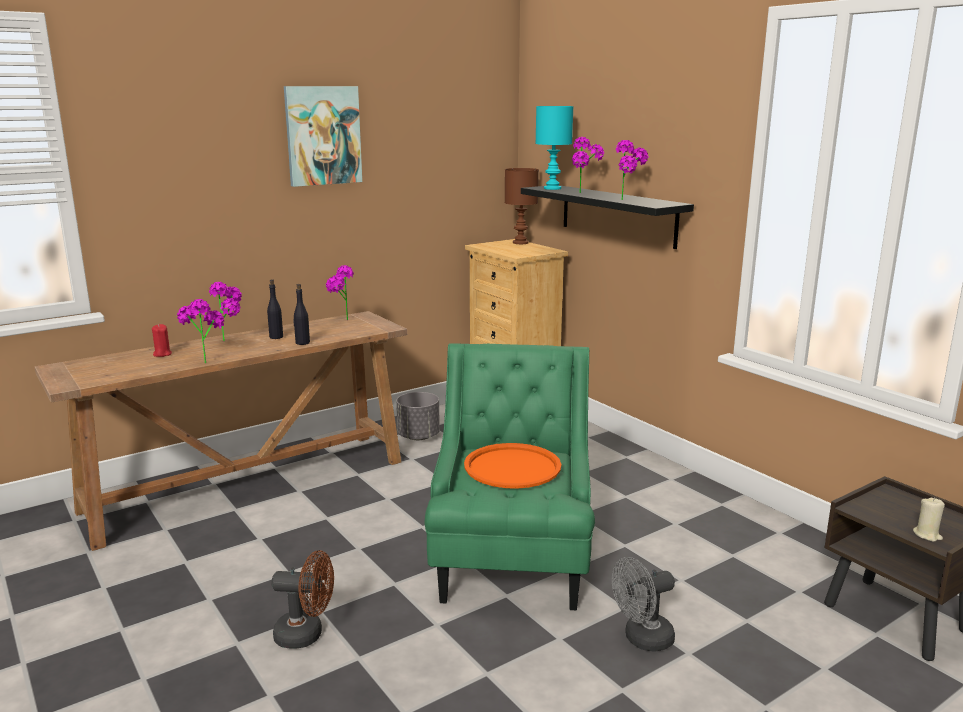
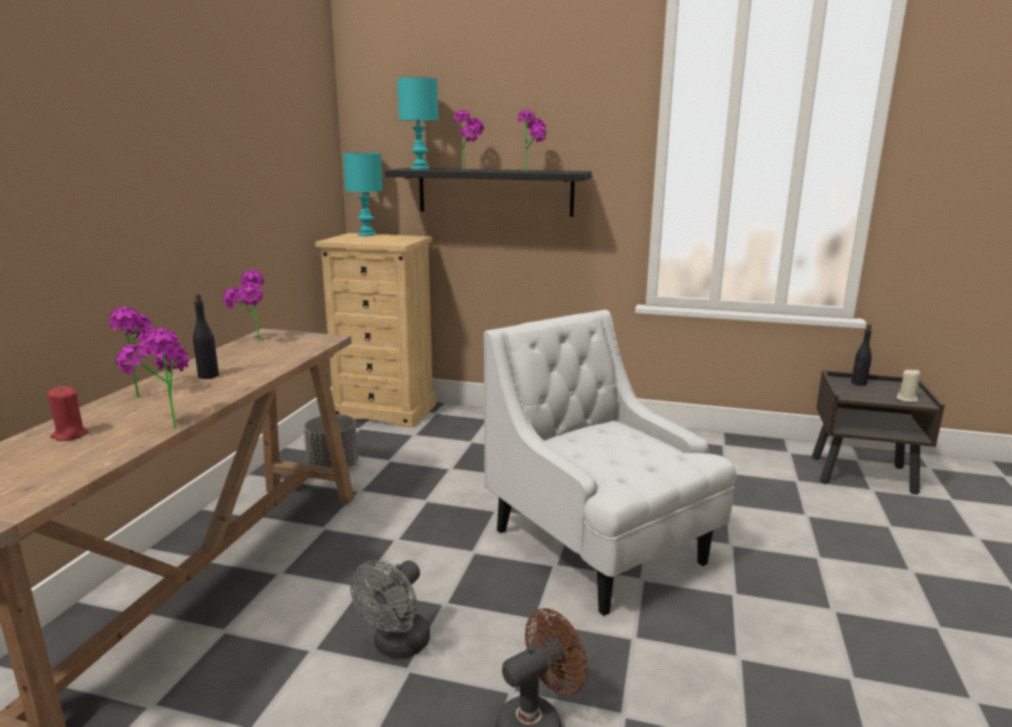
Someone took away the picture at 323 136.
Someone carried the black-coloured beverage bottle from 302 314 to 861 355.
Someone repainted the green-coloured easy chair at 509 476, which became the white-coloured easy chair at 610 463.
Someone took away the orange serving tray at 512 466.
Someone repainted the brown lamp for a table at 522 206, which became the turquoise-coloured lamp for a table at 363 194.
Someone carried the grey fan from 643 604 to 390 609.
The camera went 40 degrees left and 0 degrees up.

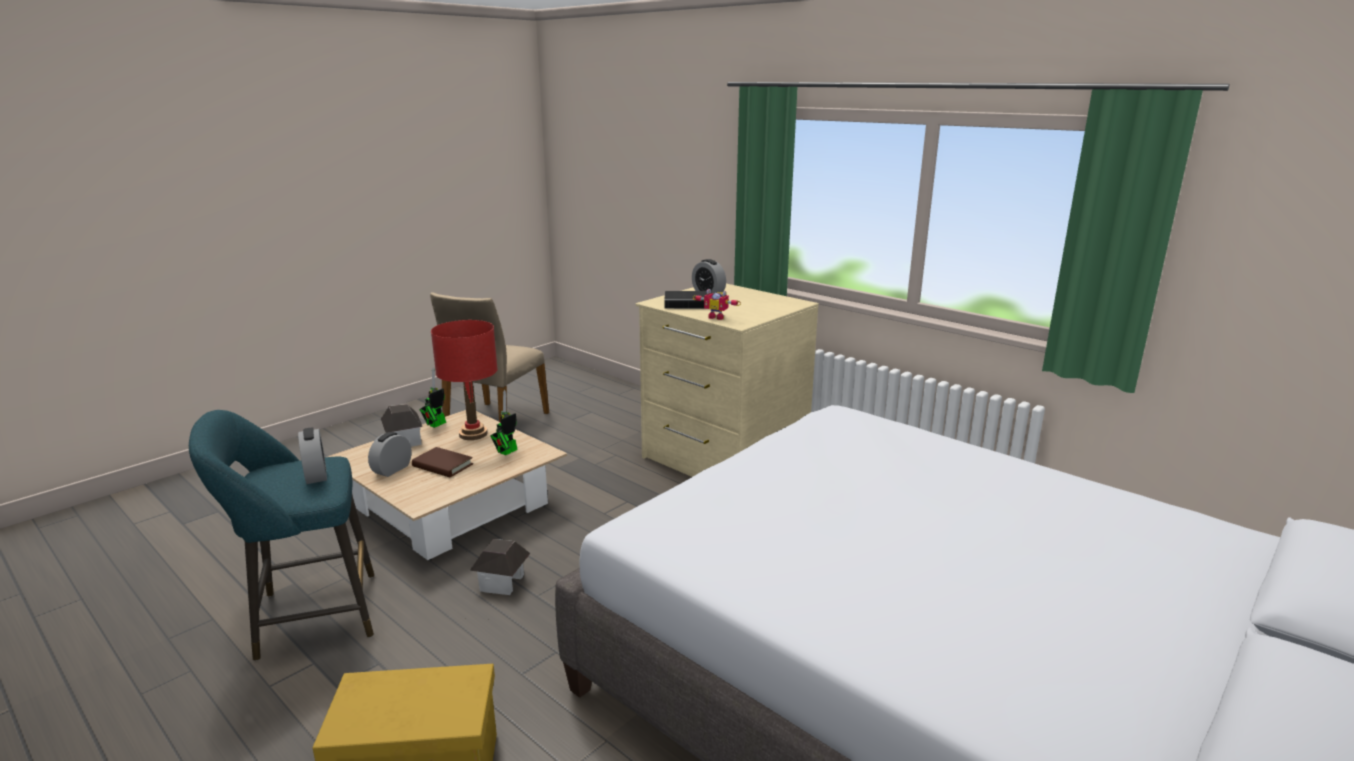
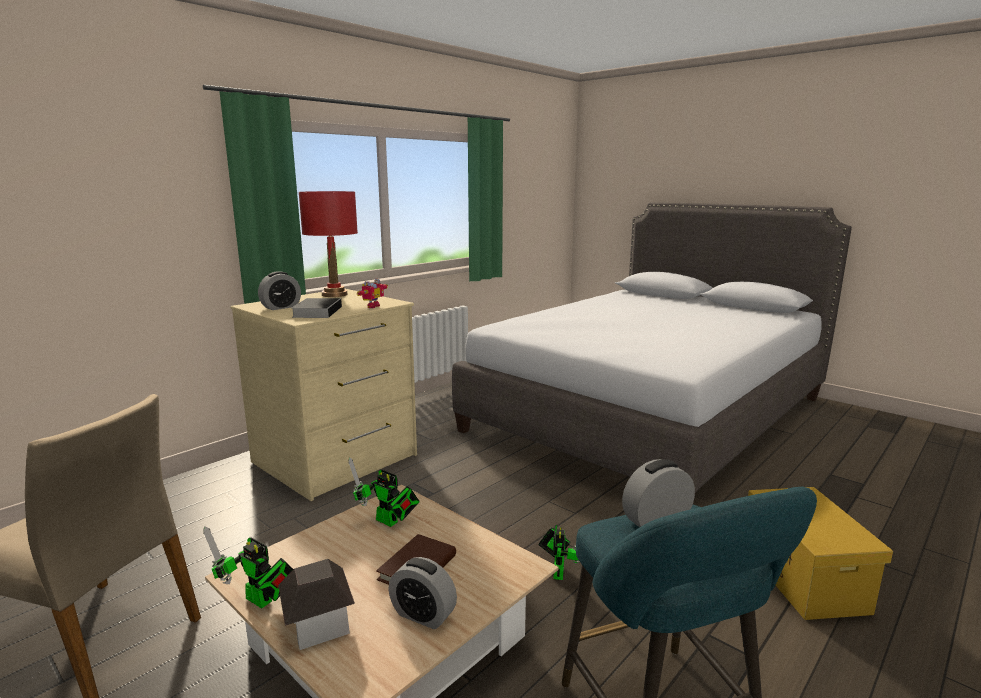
Someone carried the red lamp for a table from 464 380 to 328 244.
Someone swapped the model house at 500 567 for the robot figure at 559 552.
The camera went 90 degrees left and 5 degrees down.

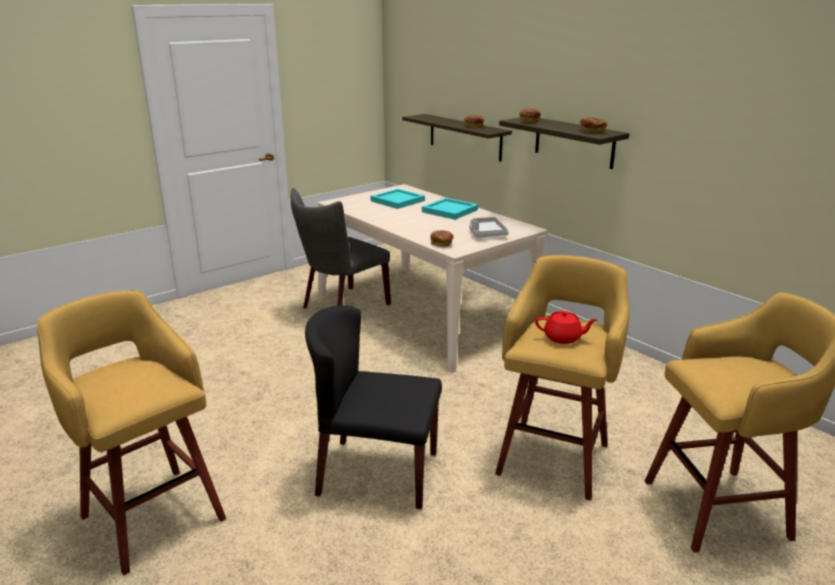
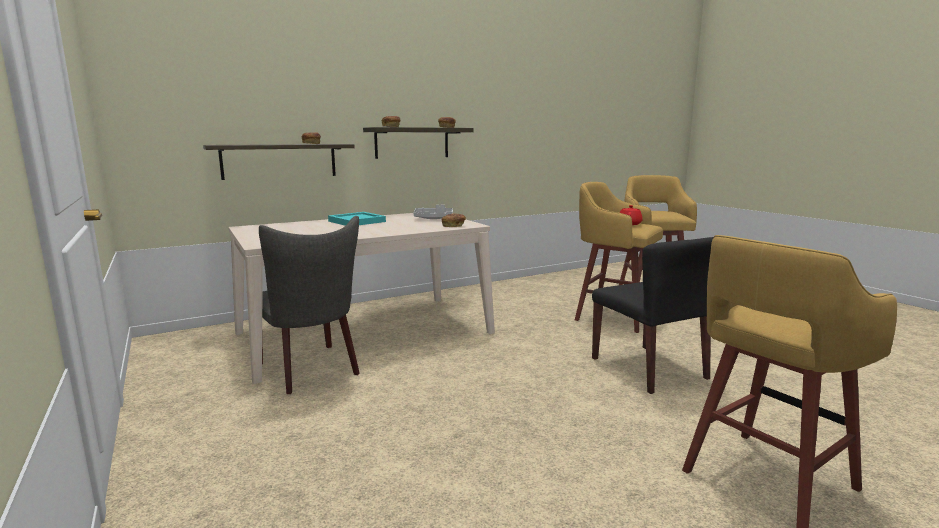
Someone rotated the black-coloured plain chair at 373 407 by 45 degrees counterclockwise.
Someone took away the turquoise-coloured serving tray at 398 199.
The camera went 80 degrees left and 10 degrees down.

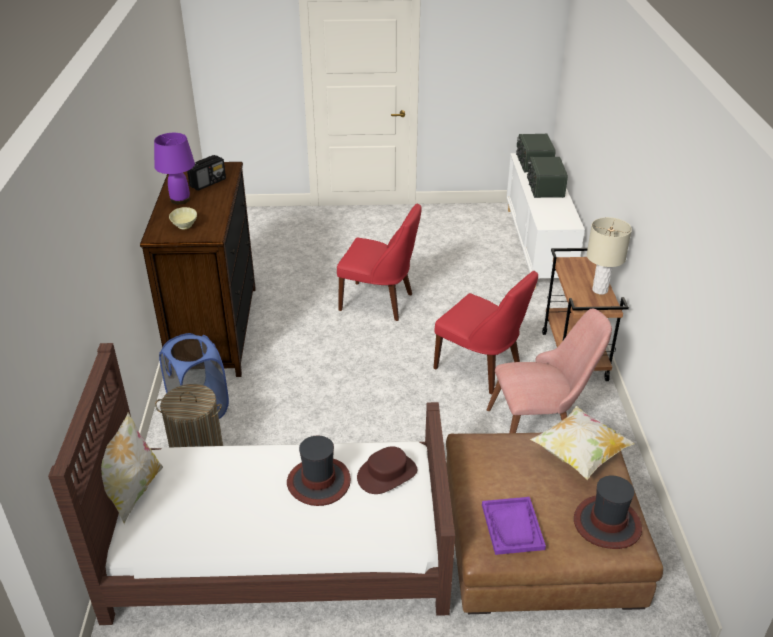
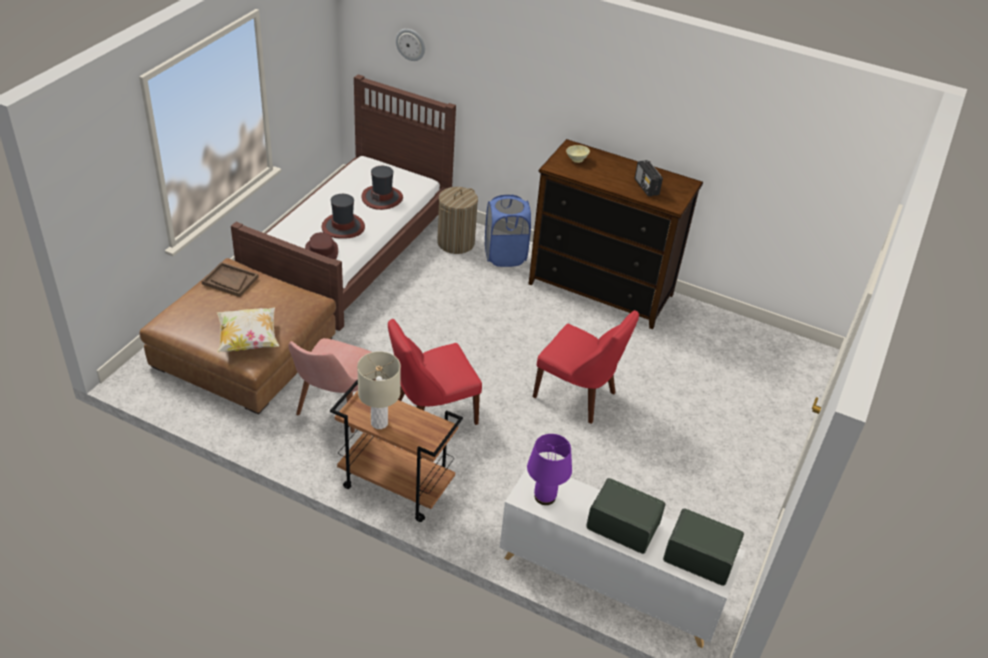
Someone took away the throw pillow at 132 468.
Someone carried the purple lamp for a table from 174 168 to 549 469.
Someone rotated the red plain chair at 379 262 by 105 degrees counterclockwise.
Someone repainted the purple serving tray at 514 526, which became the brown serving tray at 230 279.
Someone carried the wearable hat from 608 512 to 382 188.
Someone put up the wall clock at 410 45.
The camera went 115 degrees right and 5 degrees up.

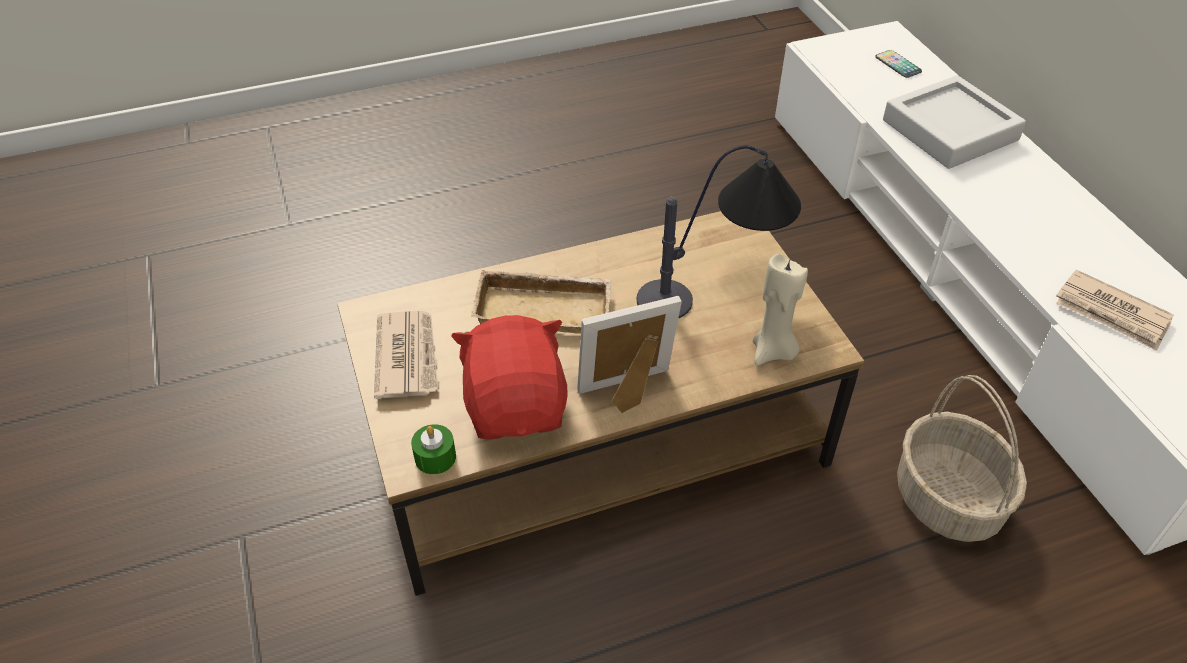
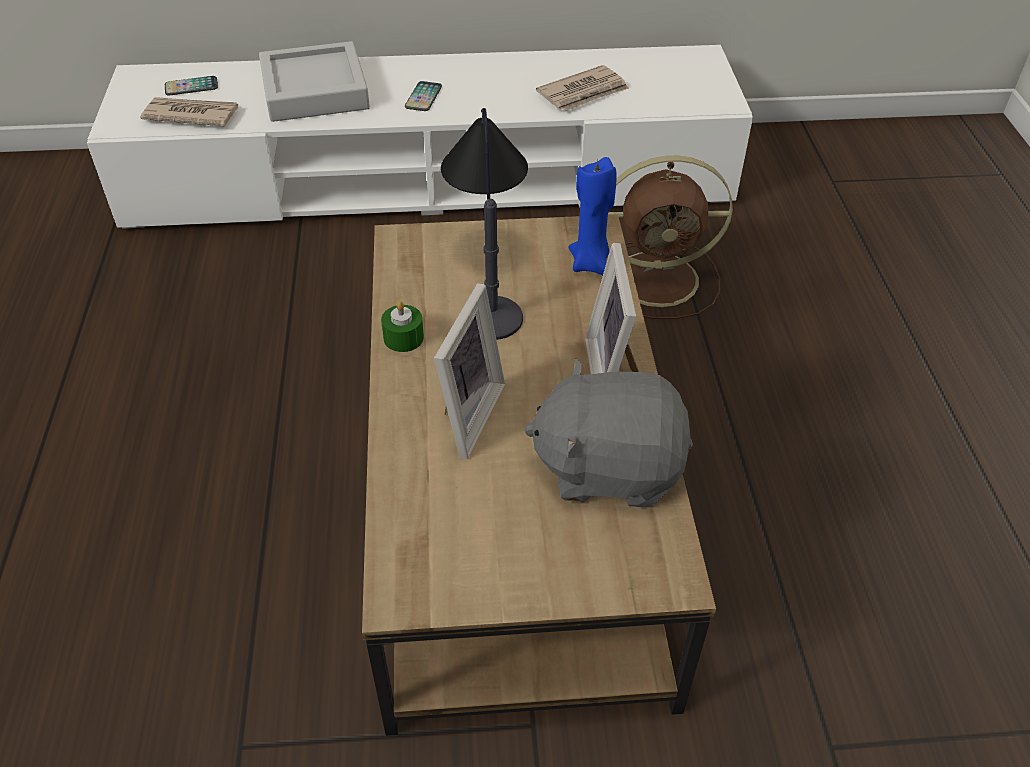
Someone carried the newspaper from 406 355 to 189 111.
Someone carried the green-coloured wax candle from 433 449 to 402 326.
Someone repainted the red soft toy at 509 377, which became the grey soft toy at 608 433.
Someone swapped the beige serving tray at 541 302 for the photo frame at 469 371.
Someone repainted the beige wax candle at 780 309, which became the bluish wax candle at 592 216.
Someone swapped the basket at 962 458 for the brown fan at 670 237.
Someone put down the telephone at 423 96.
The camera went 75 degrees left and 0 degrees up.

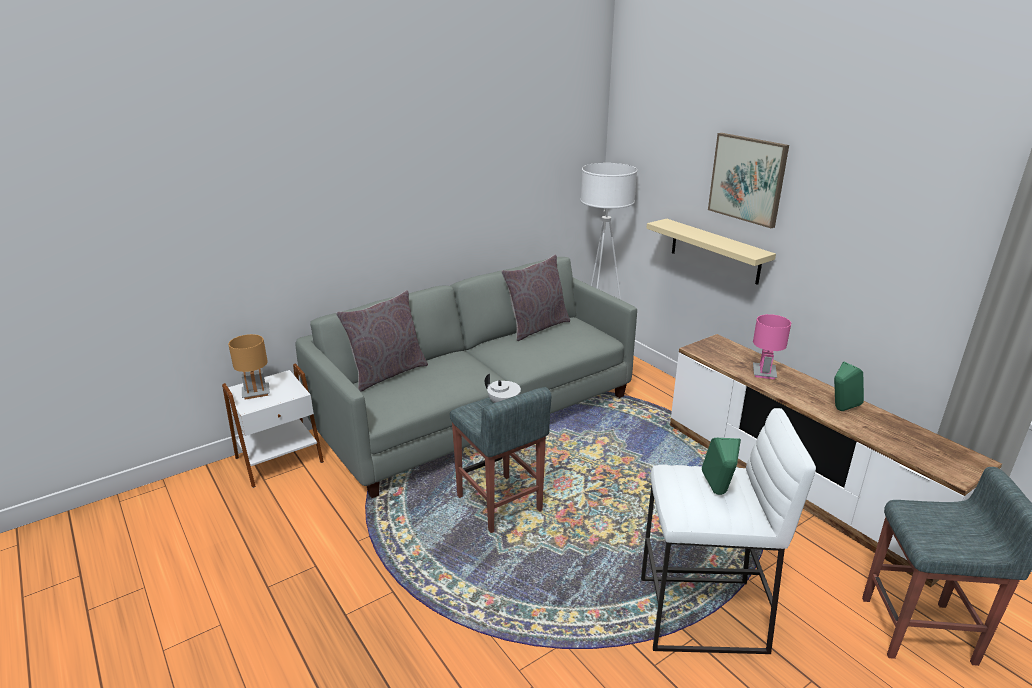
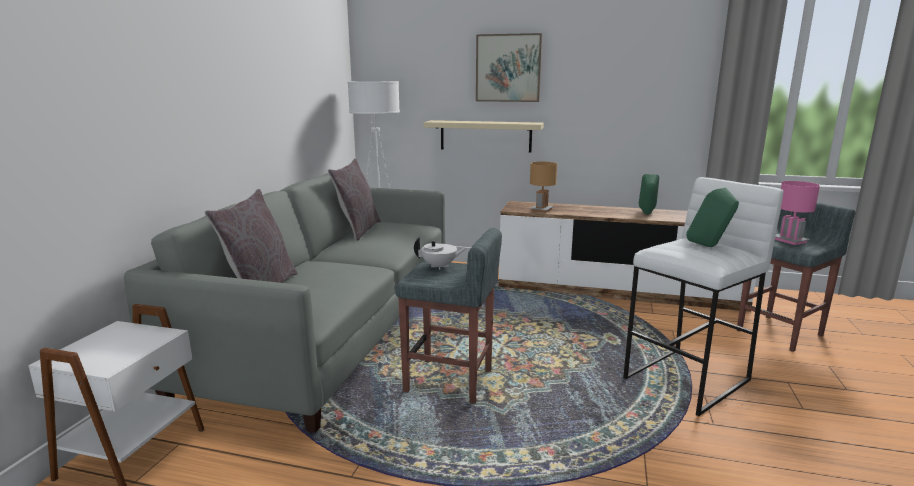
Someone carried the brown lamp for a table from 249 366 to 543 187.
Someone carried the pink-coloured lamp for a table from 772 346 to 797 213.
The camera went 40 degrees left and 10 degrees down.

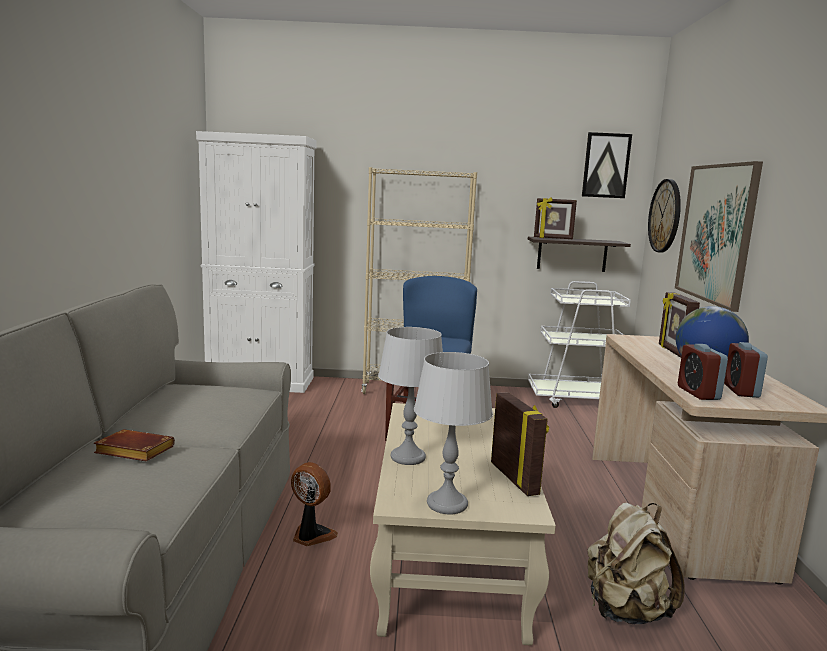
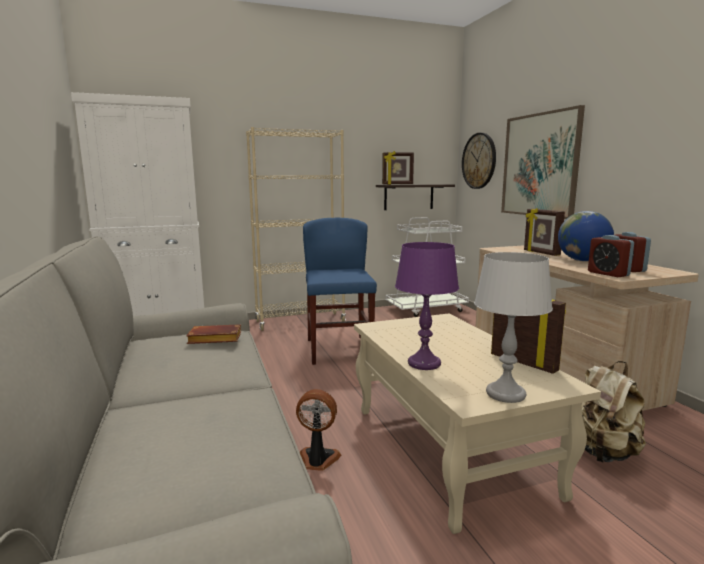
Someone carried the brown volume from 134 445 to 213 334.
Someone repainted the grey lamp for a table at 410 396, which became the purple lamp for a table at 427 306.
Someone took away the picture at 607 165.
The camera went 20 degrees left and 0 degrees up.

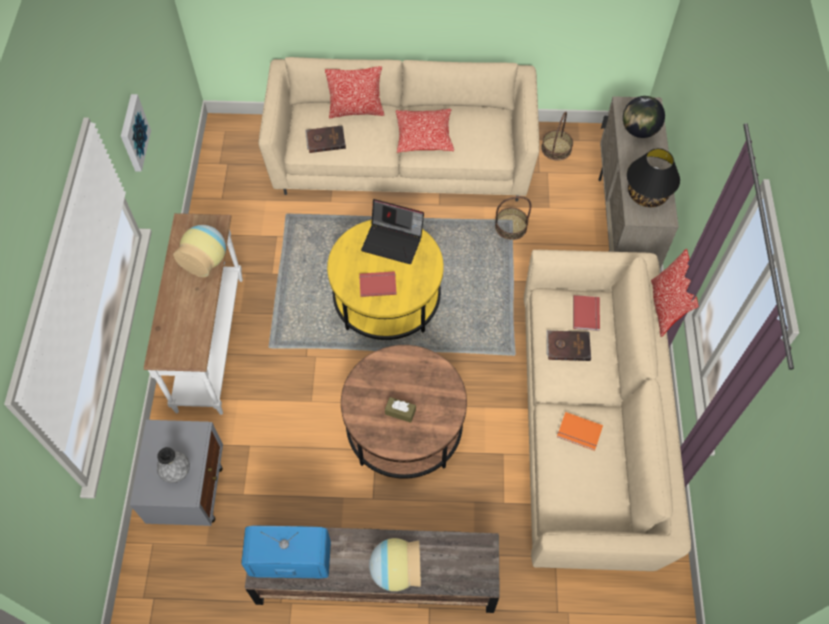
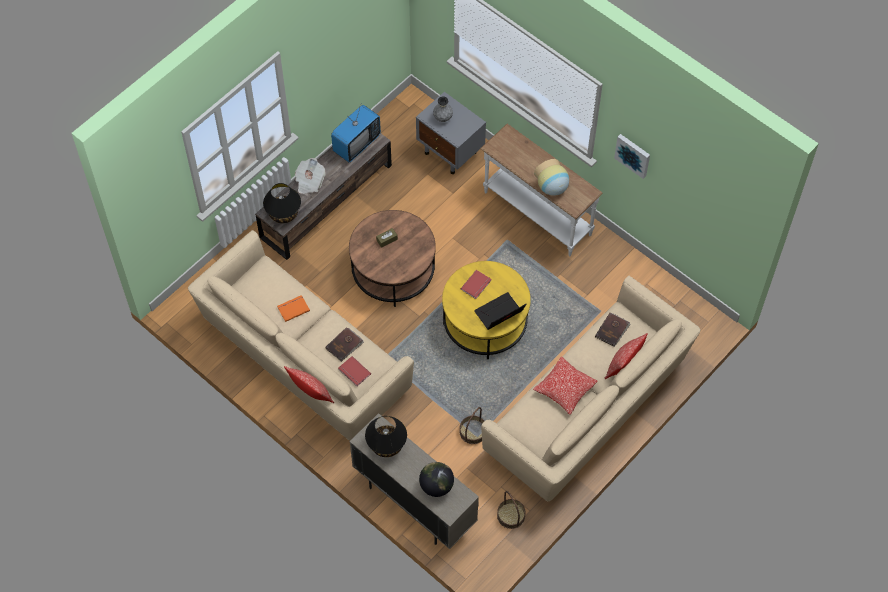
Someone swapped the flower vase at 395 564 for the newspaper at 310 176.
Someone put down the black-coloured lamp for a table at 282 203.
The camera went 130 degrees right and 0 degrees up.

